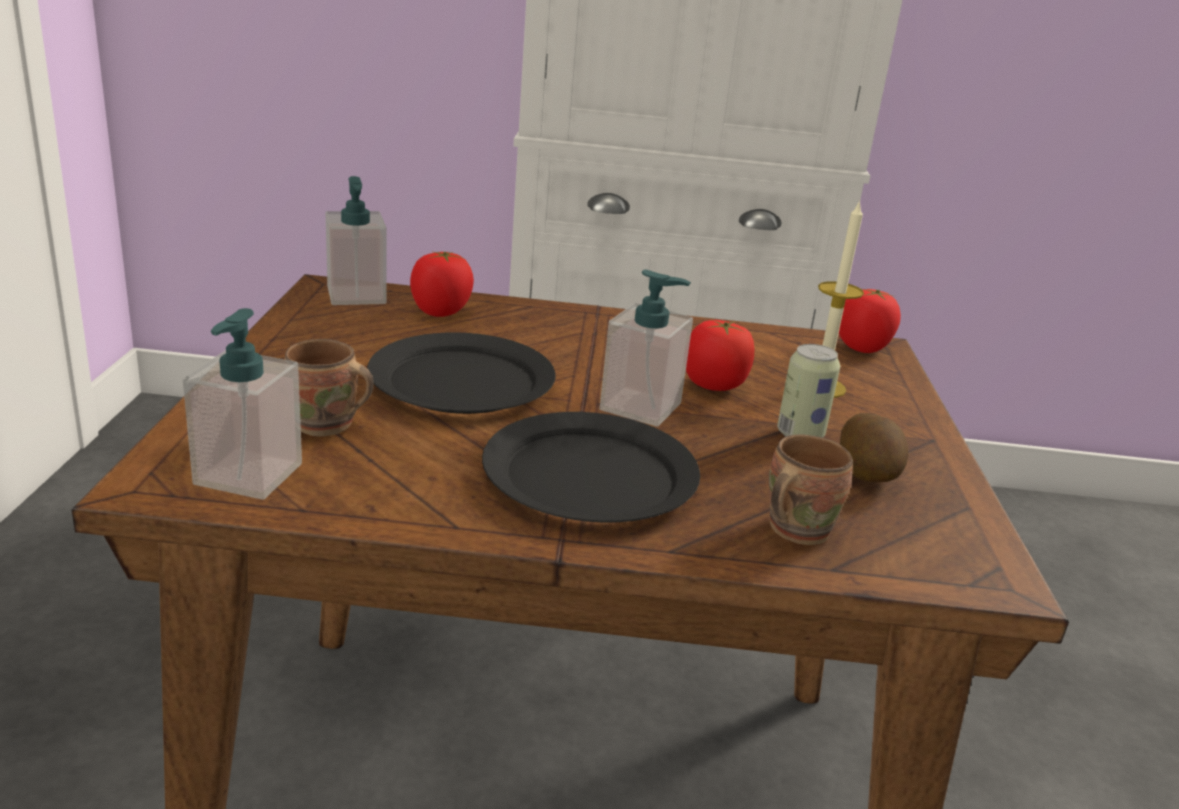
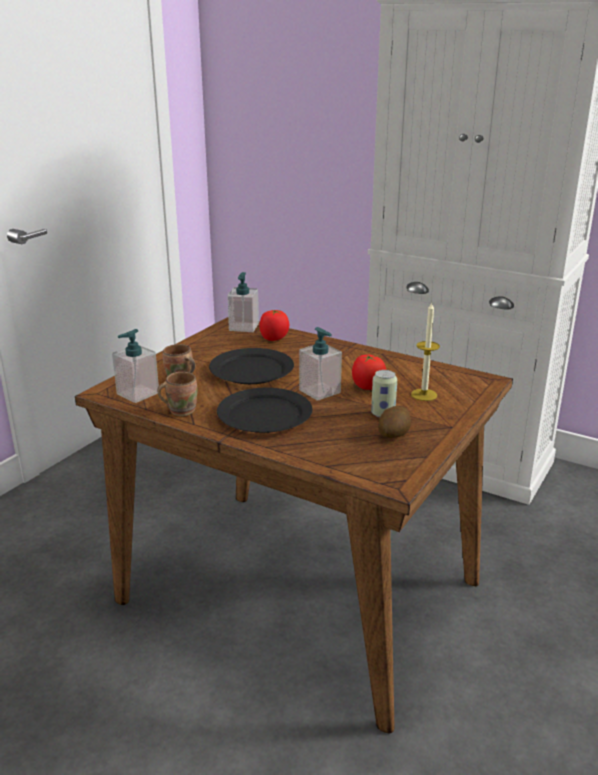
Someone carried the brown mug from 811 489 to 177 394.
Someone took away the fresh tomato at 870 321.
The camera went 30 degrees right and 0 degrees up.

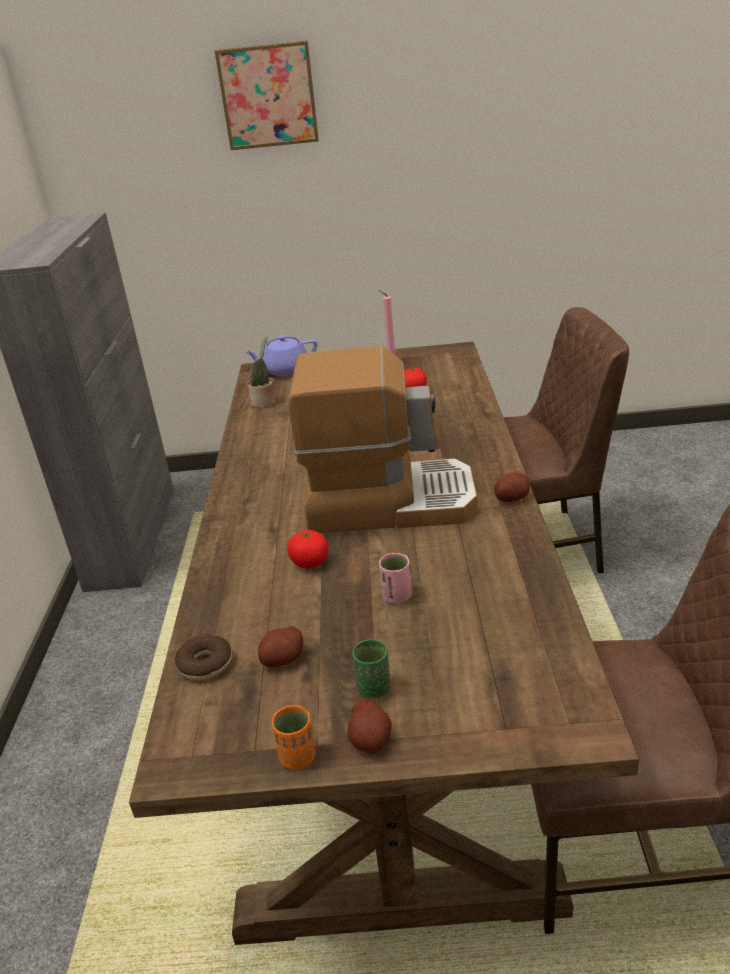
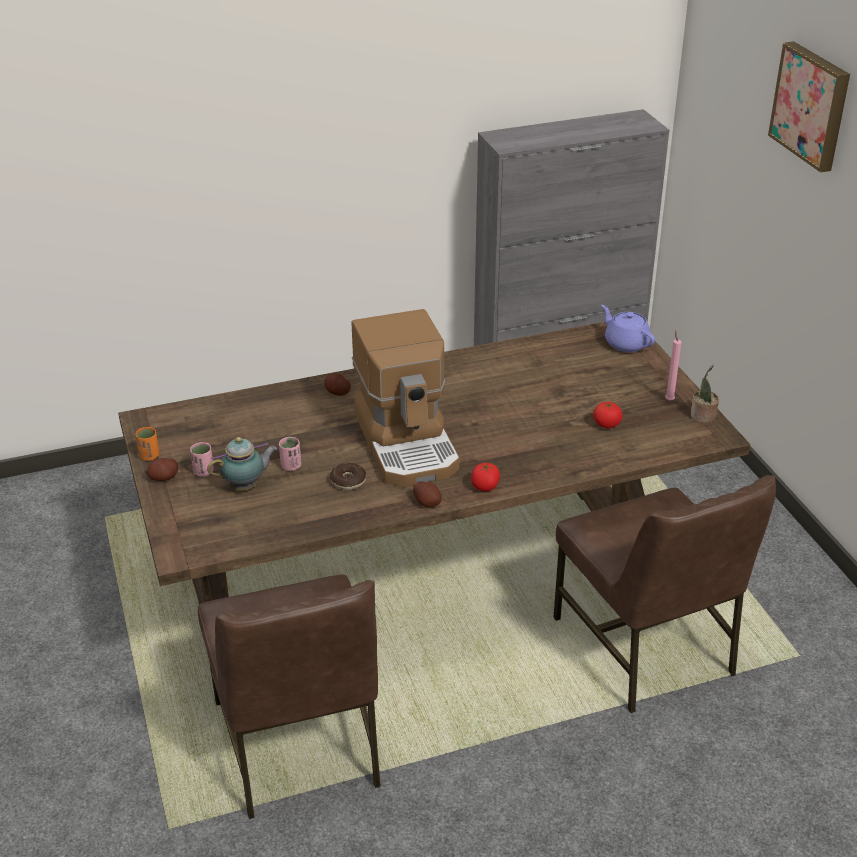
Someone carried the donut from 203 657 to 348 476.
Someone carried the plant in a pot from 262 372 to 705 394.
Someone carried the potato from 280 646 to 337 385.
Someone carried the fresh tomato from 307 549 to 485 477.
Someone repainted the green-coloured small cup at 371 668, which became the pink-coloured small cup at 202 459.
Someone put down the teapot at 242 463.
The camera went 70 degrees right and 5 degrees up.

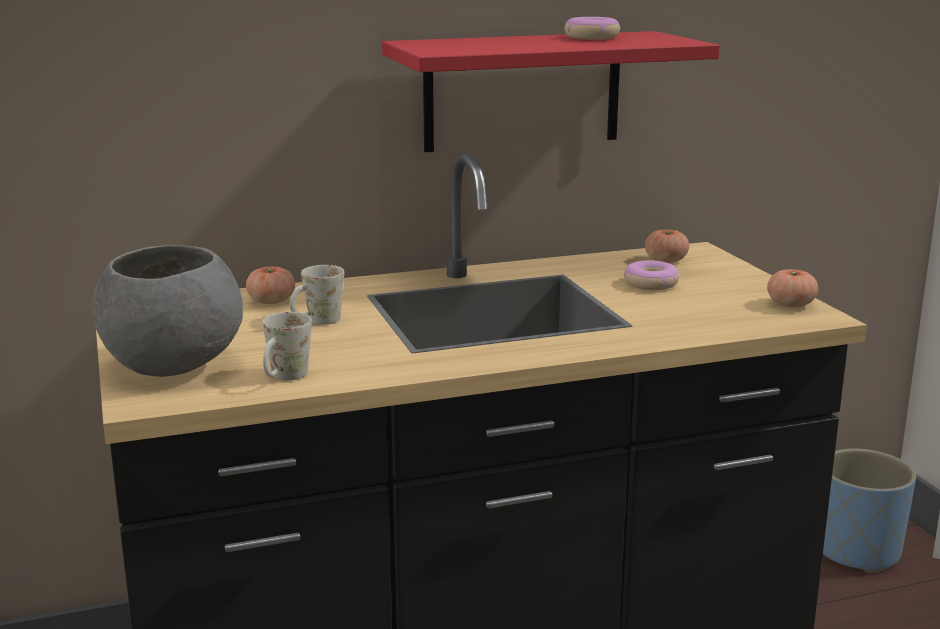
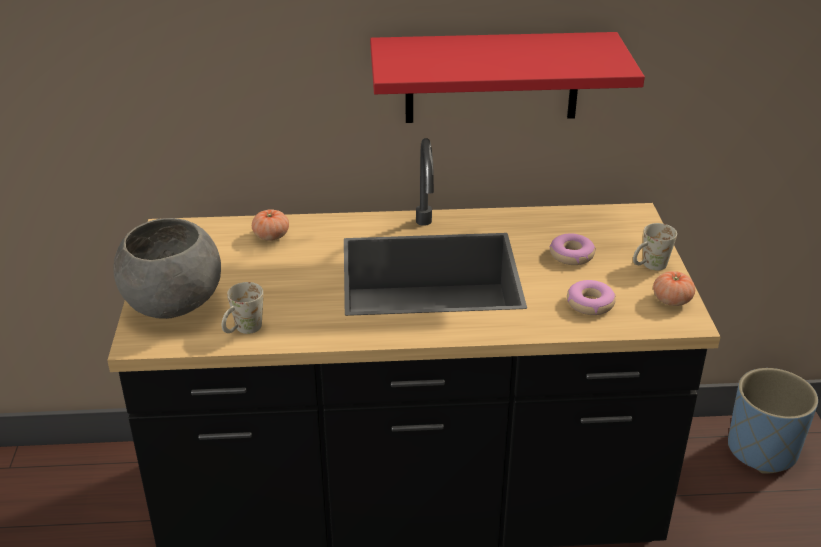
Someone carried the white-coloured mug from 317 295 to 655 246.
Someone carried the donut from 592 28 to 591 297.
Someone took away the fresh tomato at 667 246.
The camera went 15 degrees right and 15 degrees up.

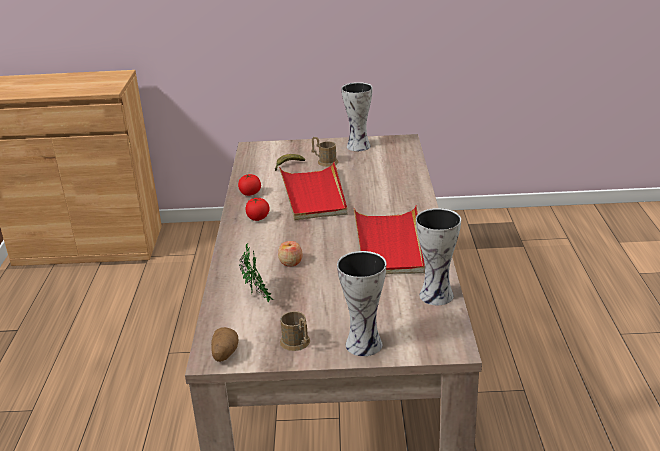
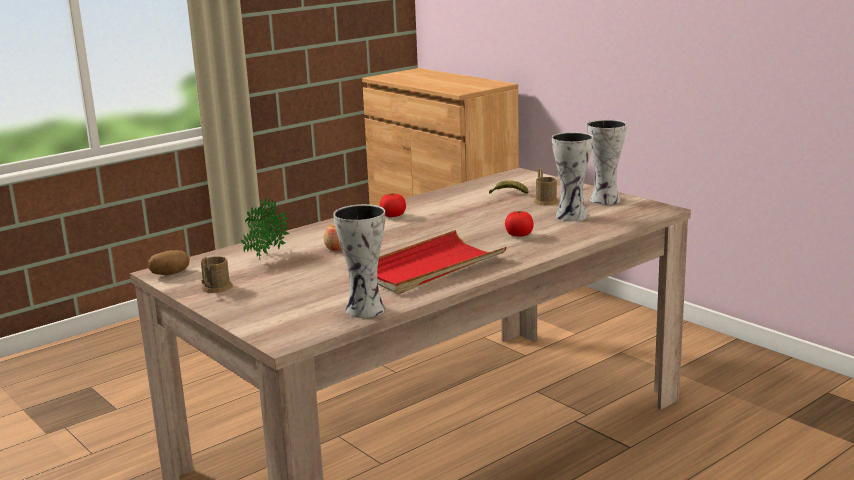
Someone carried the fresh tomato from 249 185 to 519 224.
Someone took away the red serving tray at 313 191.
Someone carried the flower vase from 361 303 to 572 176.
The camera went 50 degrees right and 10 degrees down.

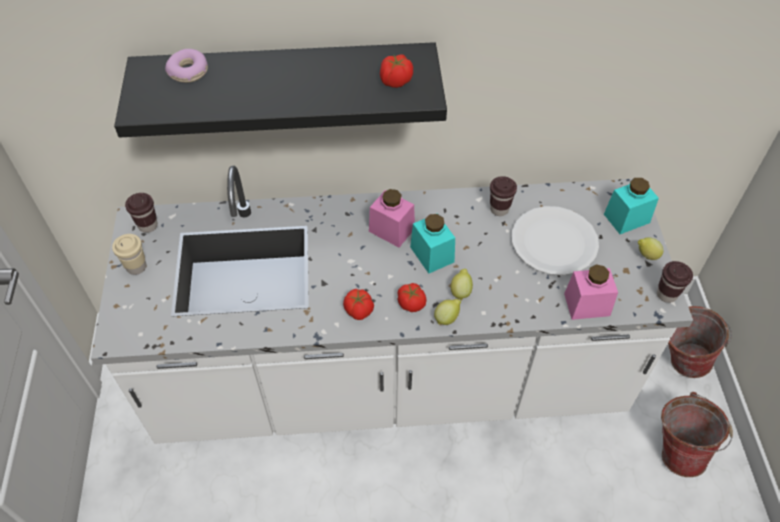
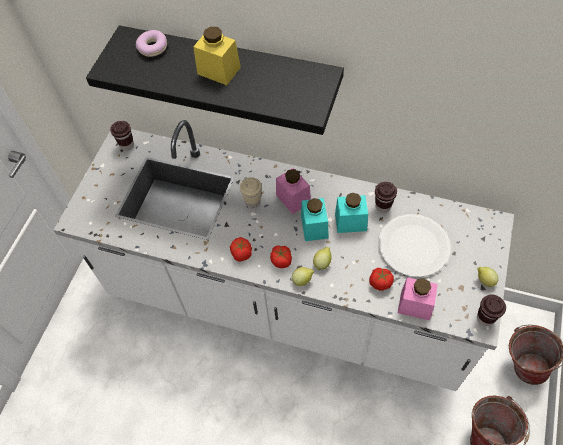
Someone carried the beige small cup from 129 254 to 251 192.
Someone carried the fresh tomato from 396 71 to 381 279.
Someone carried the turquoise-coloured preserve jar from 631 206 to 351 213.
Someone put down the yellow preserve jar at 217 56.
The camera went 25 degrees right and 5 degrees up.

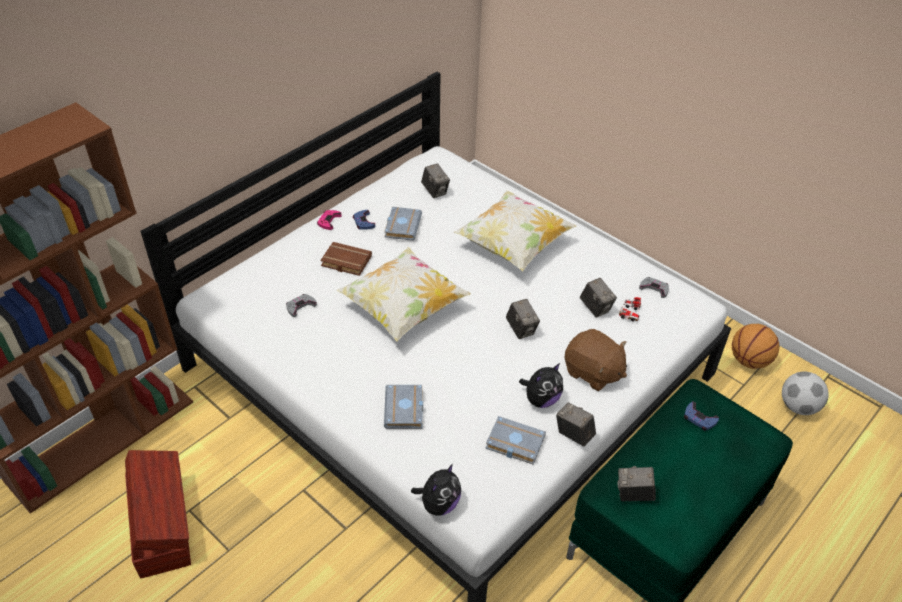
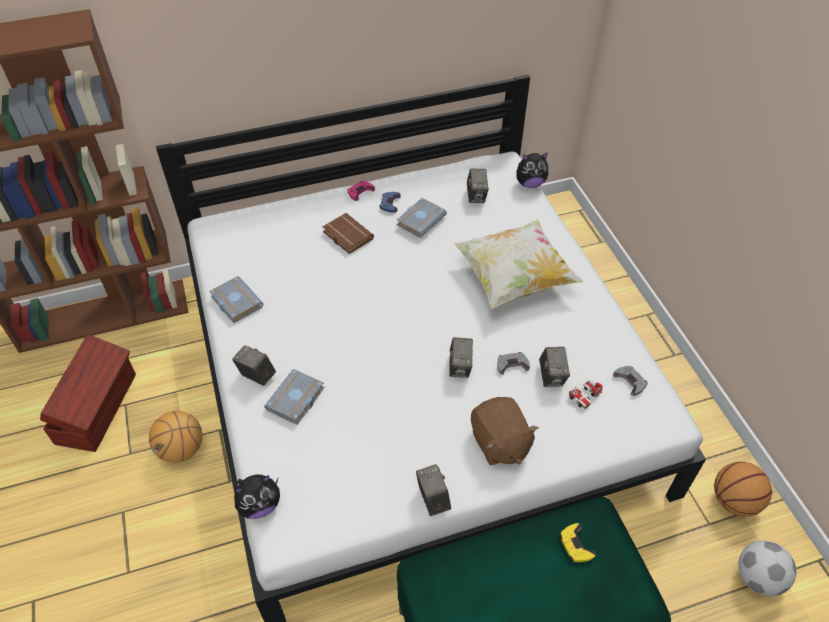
Someone carried the grey game controller from 301 305 to 513 363.
Someone took away the throw pillow at 403 294.
Someone carried the grey volume from 516 440 to 236 299.
Someone carried the soft toy from 541 385 to 532 170.
Someone carried the photo camera from 636 484 to 254 365.
Someone repainted the bluish game controller at 701 416, which became the yellow game controller at 577 542.
Someone put down the ball for basketball at 175 437.
The camera went 30 degrees right and 5 degrees up.

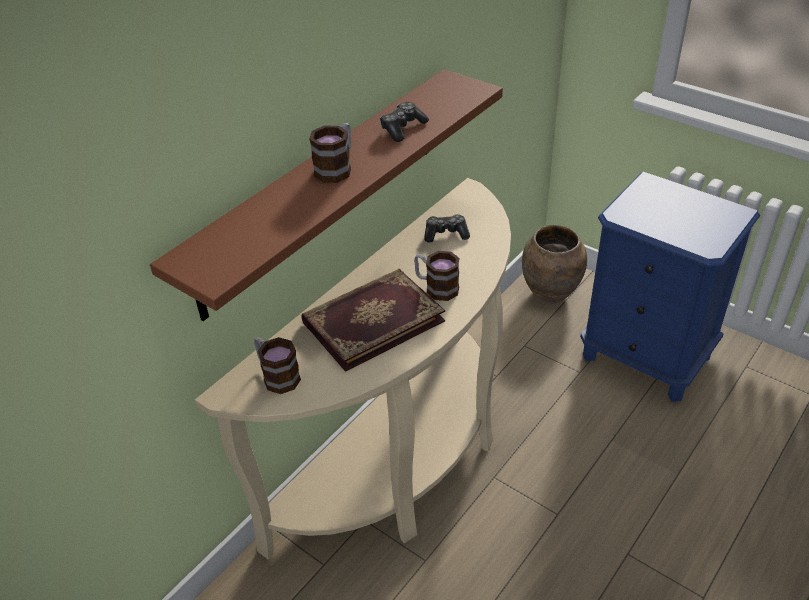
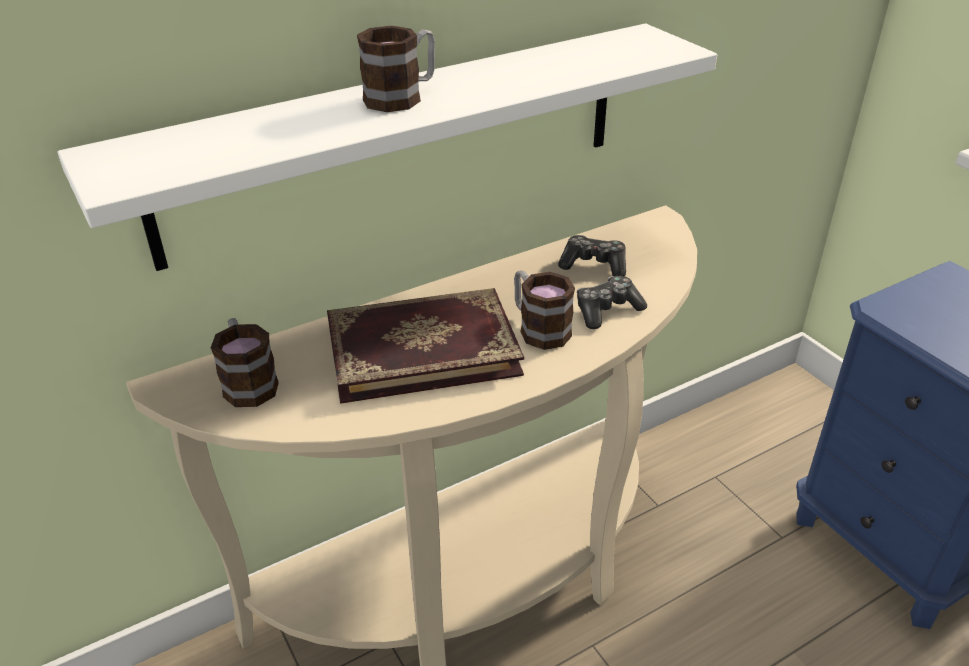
Someone repainted the brown wall shelf at 326 195, which became the white-coloured wall shelf at 387 147.
Someone carried the game controller from 404 122 to 612 302.
Someone took away the brown flower vase at 554 264.
The camera went 20 degrees right and 5 degrees down.

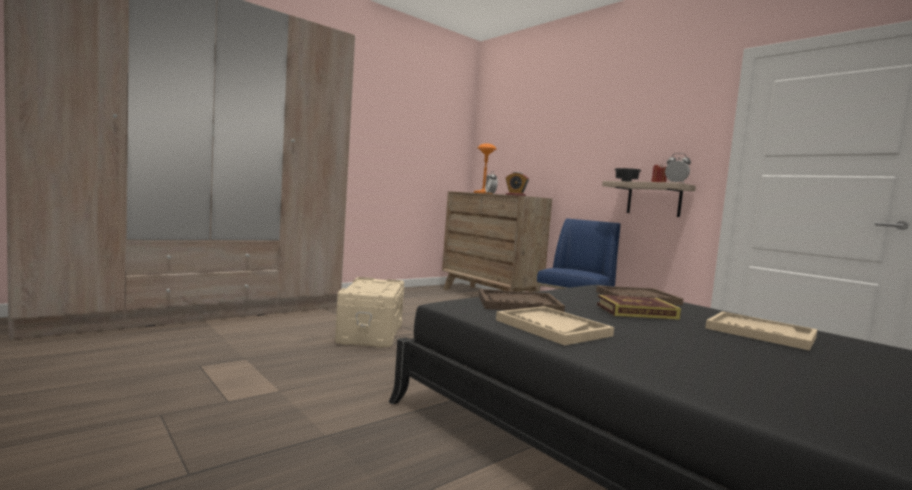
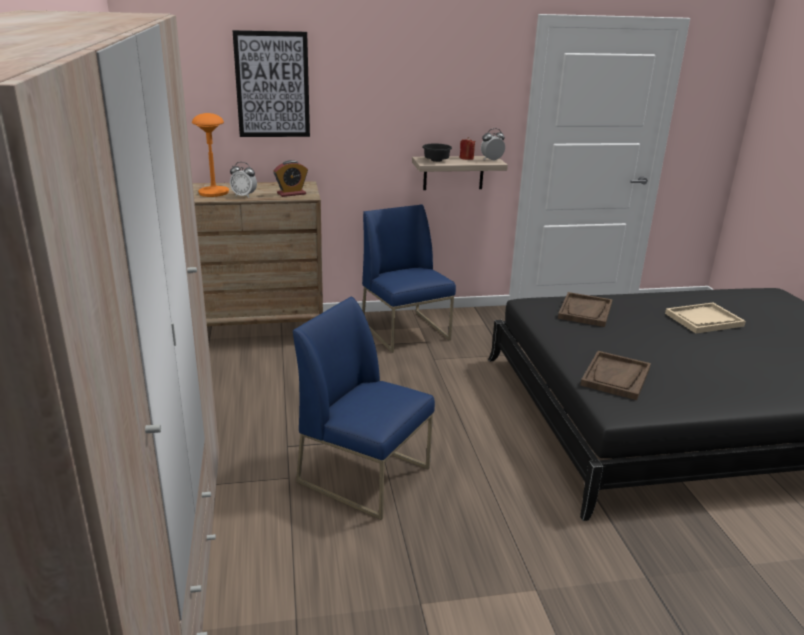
Someone swapped the beige storage bin at 369 312 for the bluish plain chair at 364 408.
Someone took away the beige serving tray at 555 326.
Someone took away the volume at 639 307.
Someone put up the picture at 271 83.
The camera went 60 degrees left and 20 degrees up.

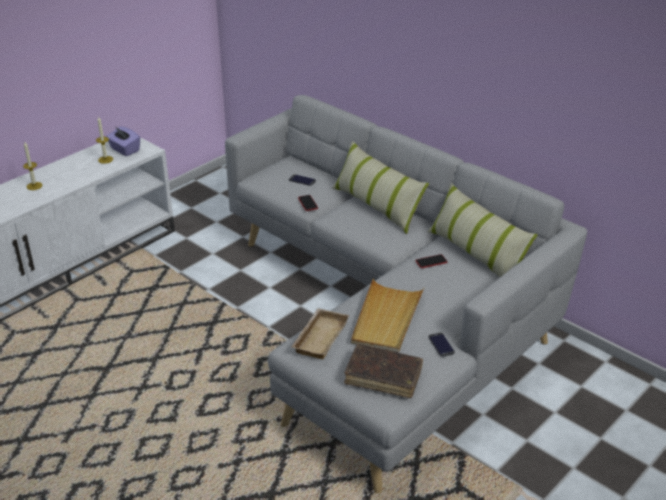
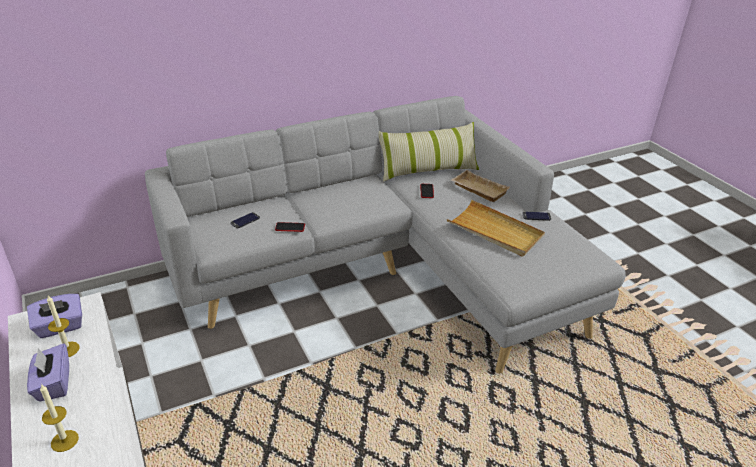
Someone carried the beige serving tray from 320 333 to 480 186.
Someone took away the throw pillow at 380 187.
Someone took away the brown volume at 383 371.
Someone put down the purple tissue holder at 48 372.
The camera went 70 degrees left and 0 degrees up.

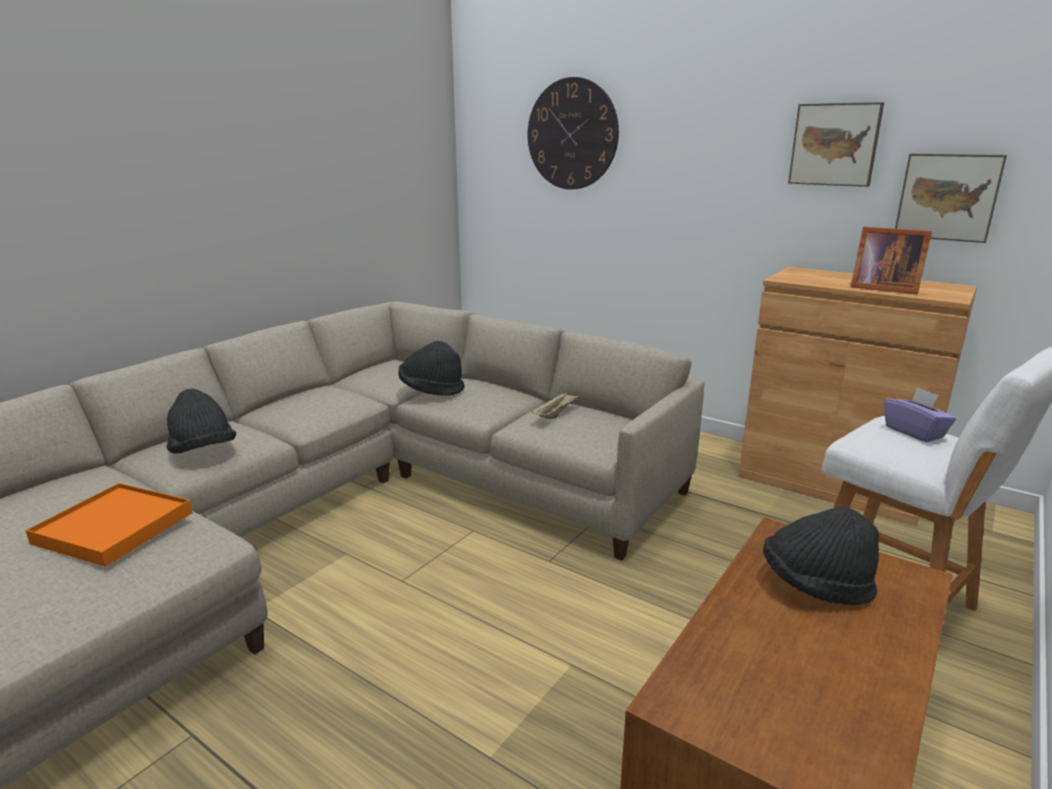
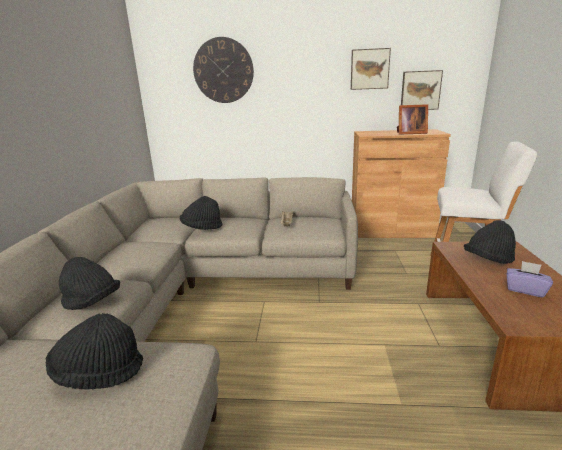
Someone swapped the orange serving tray at 109 525 for the black-coloured wearable hat at 94 351.
Someone carried the purple tissue holder from 920 414 to 530 279.
The camera went 30 degrees left and 0 degrees up.

